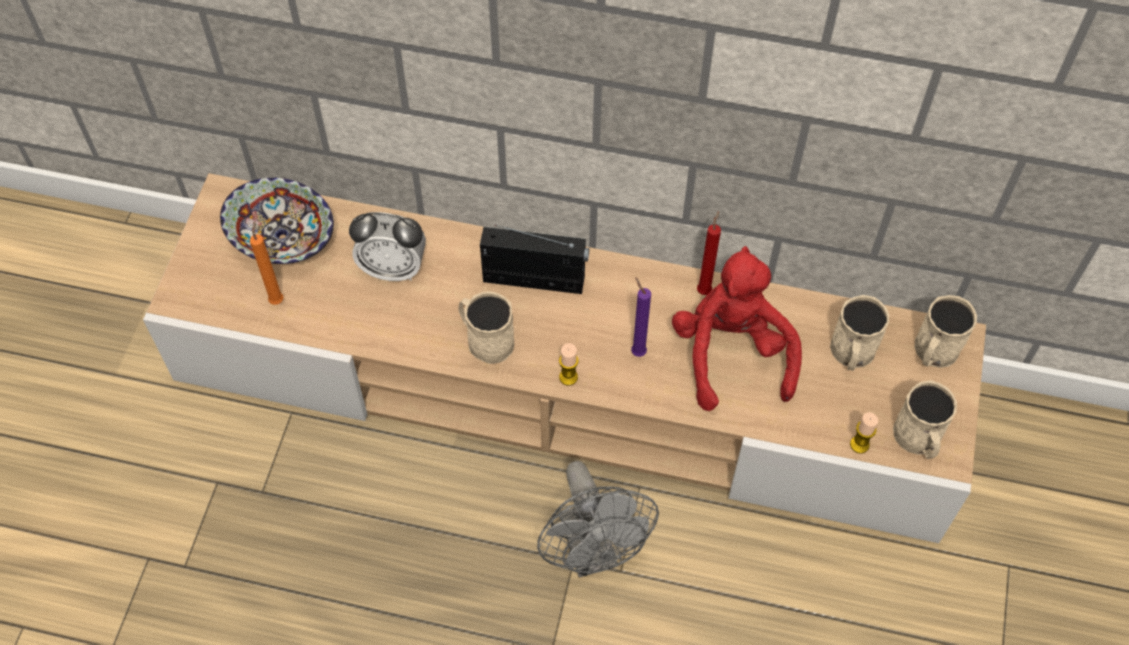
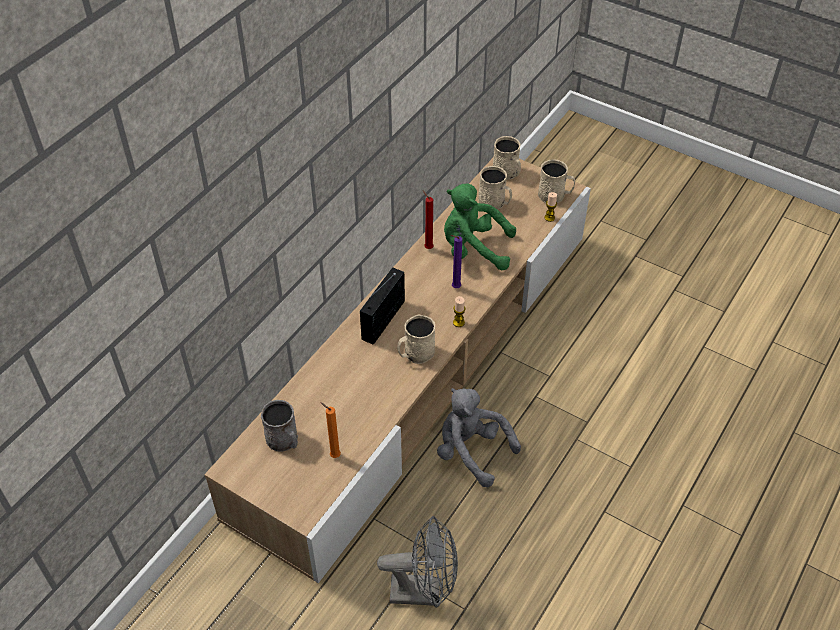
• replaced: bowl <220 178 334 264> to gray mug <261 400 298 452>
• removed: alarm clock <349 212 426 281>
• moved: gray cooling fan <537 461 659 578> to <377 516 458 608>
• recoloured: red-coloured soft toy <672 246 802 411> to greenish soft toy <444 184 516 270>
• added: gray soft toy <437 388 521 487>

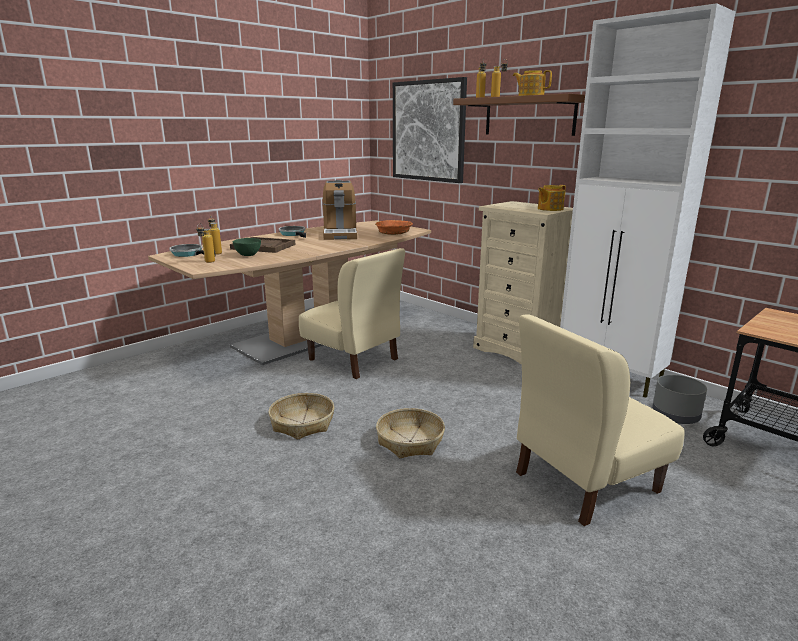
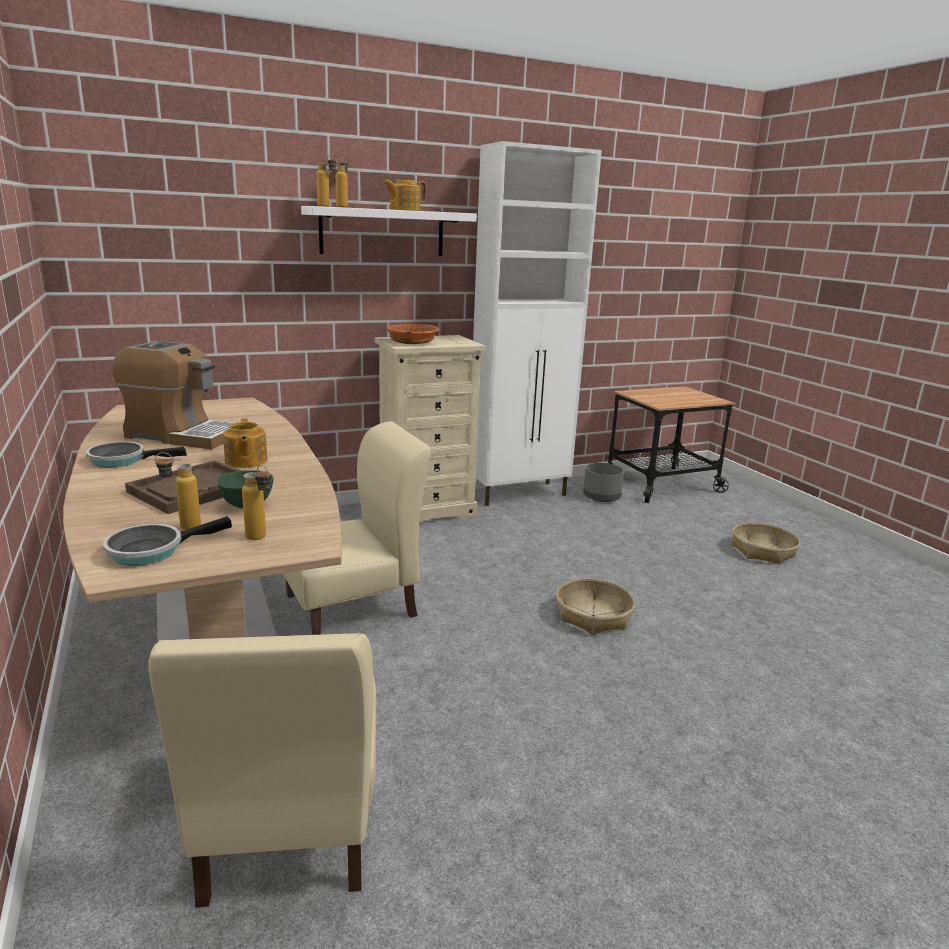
• moved: household basket <269 393 334 440> to <732 523 800 565>
• moved: orangey bowl <375 220 413 235> to <386 324 439 344>
• removed: picture <393 77 467 183>
• recoloured: brown-coloured wall shelf <453 94 585 136> to white-coloured wall shelf <301 206 477 256>
• moved: beige plain chair <516 314 685 526> to <148 633 376 908>
• moved: pot for tea <538 185 566 211> to <223 419 268 468>

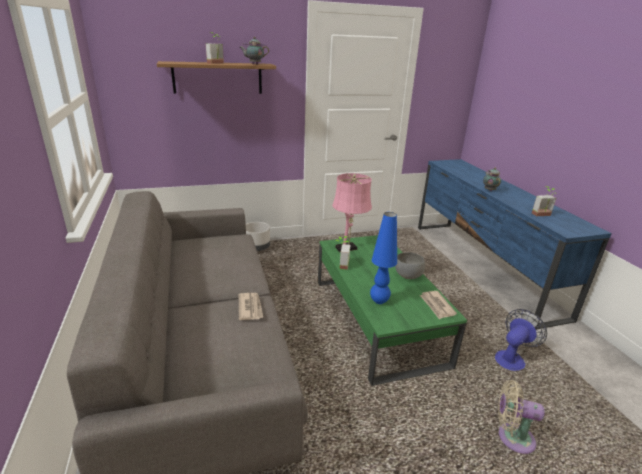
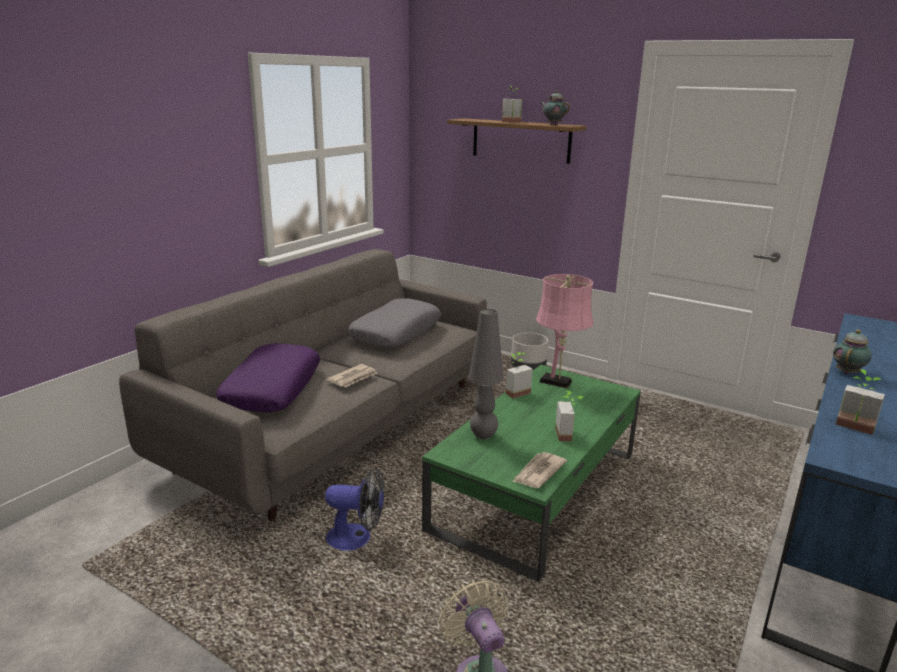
• recoloured: blue-coloured tabletop lamp <370 212 397 304> to gray tabletop lamp <469 309 504 439>
• replaced: gray bowl <395 252 425 279> to potted plant <555 391 585 441>
• moved: cooling fan <495 309 547 371> to <325 468 384 551>
• added: purplish throw pillow <216 343 320 413>
• added: gray throw pillow <348 298 441 348>

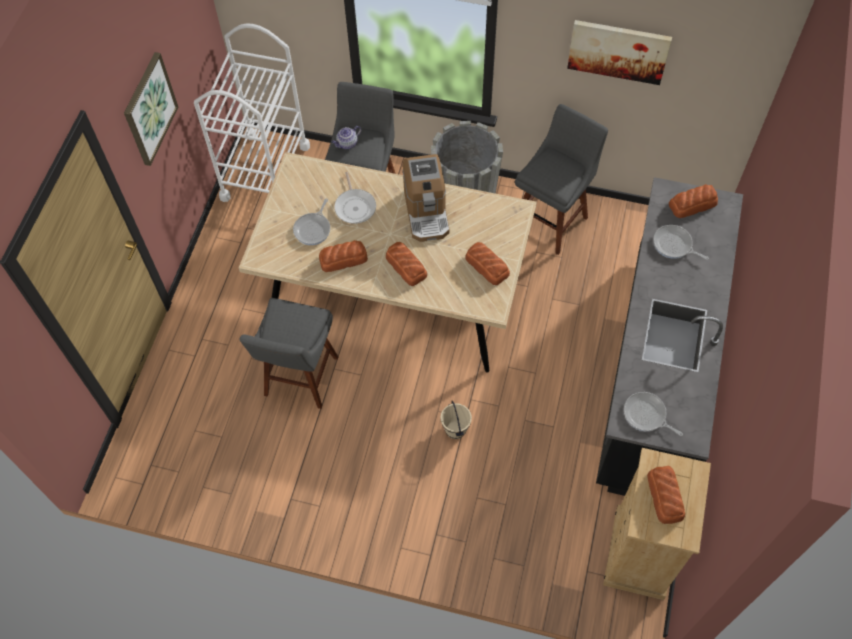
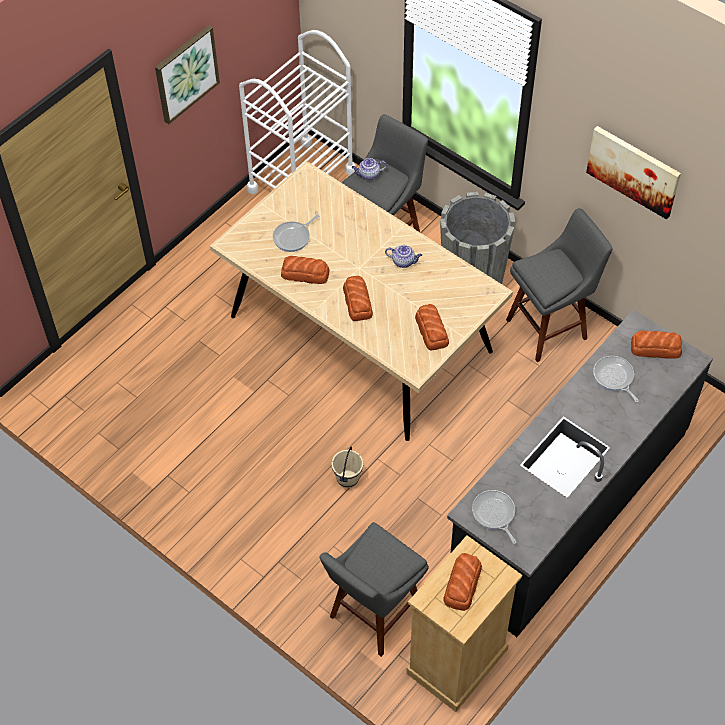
• moved: gray stool <240 298 338 409> to <320 522 429 657>
• removed: frying pan <334 172 376 224>
• replaced: coffee machine <403 154 450 242> to pot for tea <385 245 422 268>

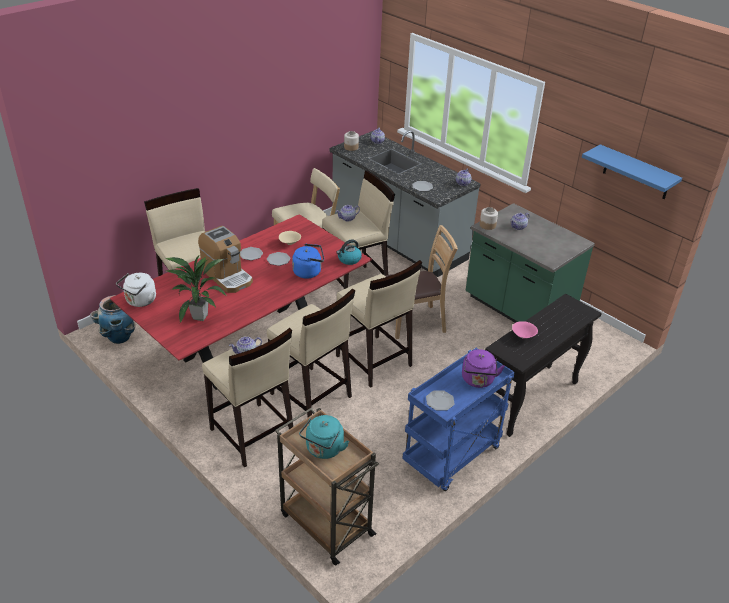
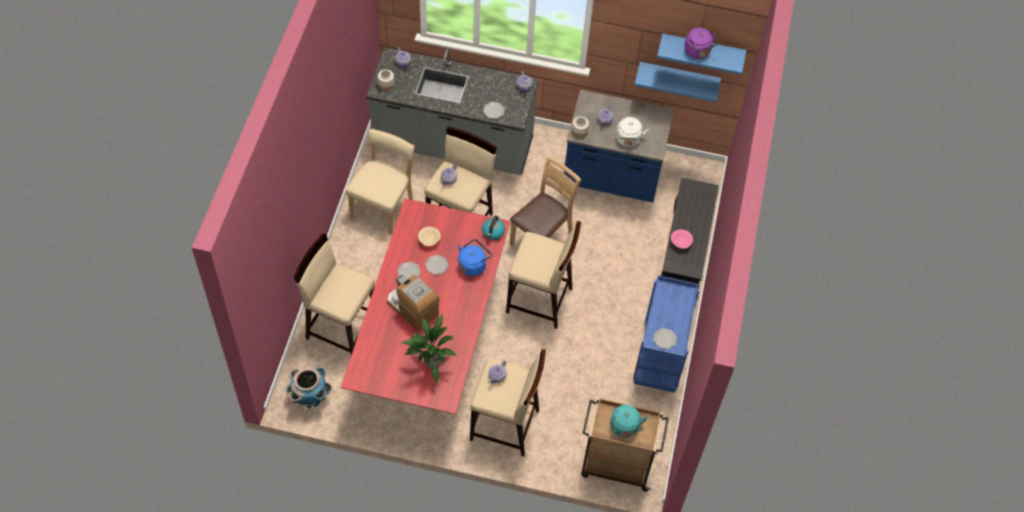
• moved: white-coloured water kettle <116 273 156 307> to <616 117 649 147>
• turned: coffee machine <198 226 253 293> = <387 275 440 331> 150 degrees counterclockwise
• removed: beige stool <267 288 355 417>
• moved: purplish water kettle <462 349 505 388> to <684 28 718 59>
• recoloured: greenish kitchen counter <466 203 595 323> to blue-coloured kitchen counter <564 90 674 203>
• added: blue-coloured wall shelf <634 62 721 102>

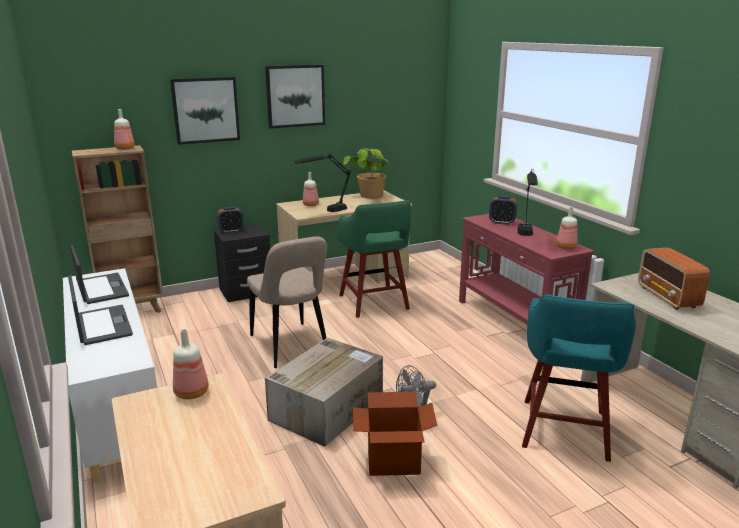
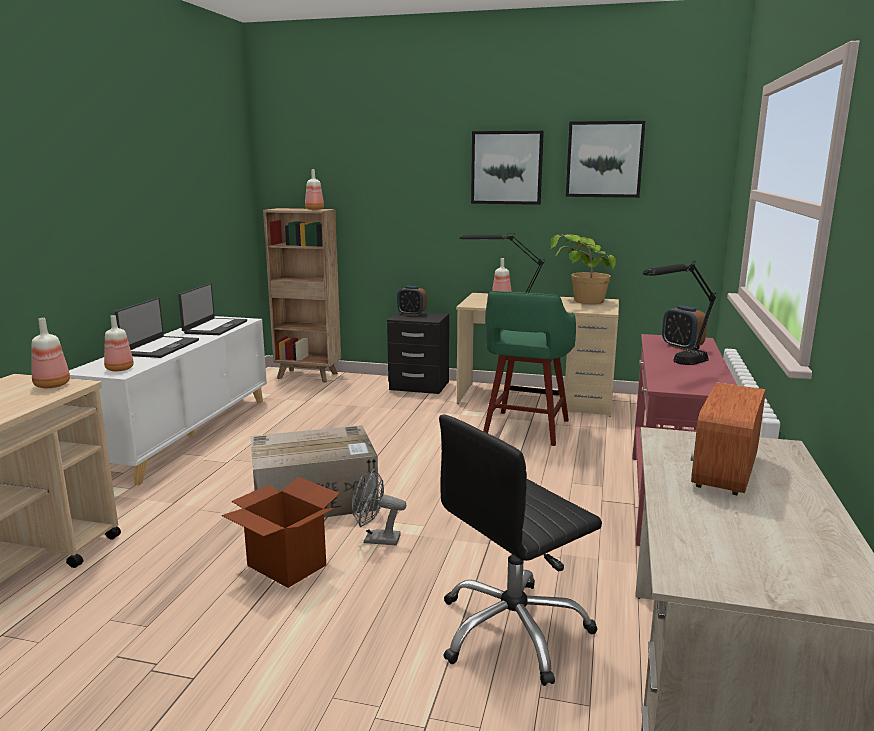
• moved: picture <170 77 240 145> to <566 121 645 198>
• removed: beige plain chair <247 236 327 368>
• replaced: turquoise-coloured stool <522 294 636 462> to blackish computer chair <439 414 602 686>
• moved: beverage bottle <556 207 578 249> to <104 315 134 371>

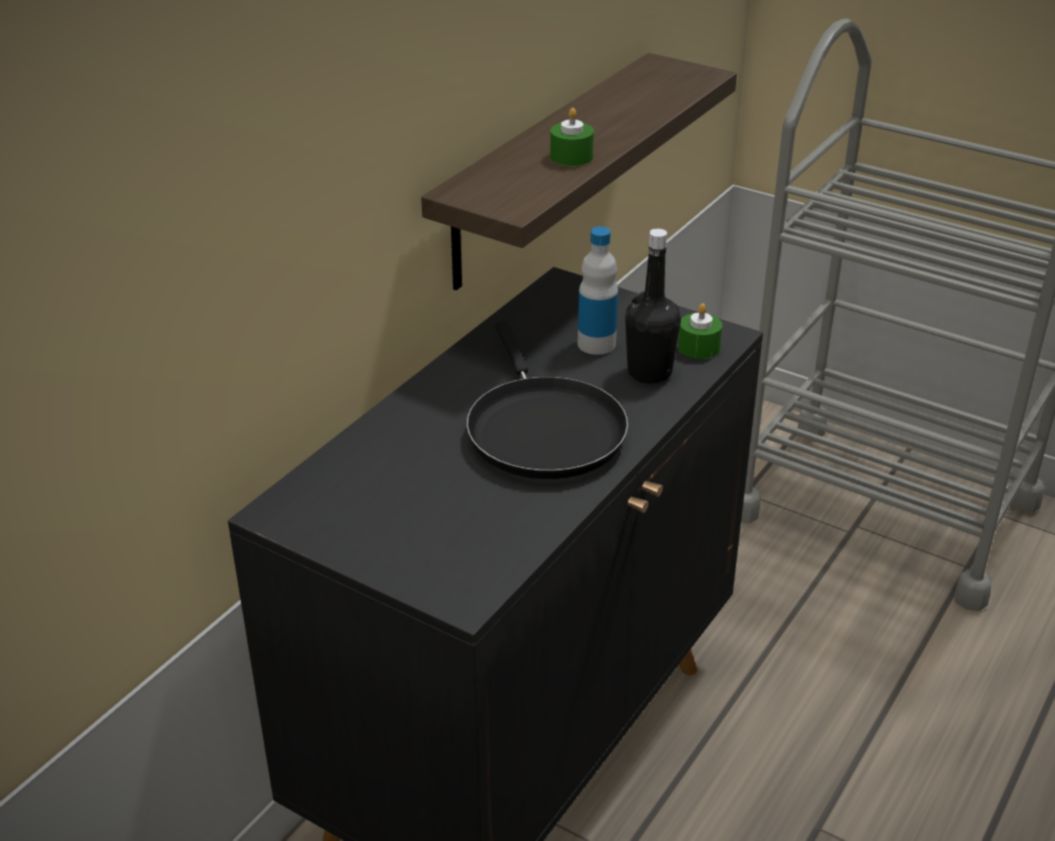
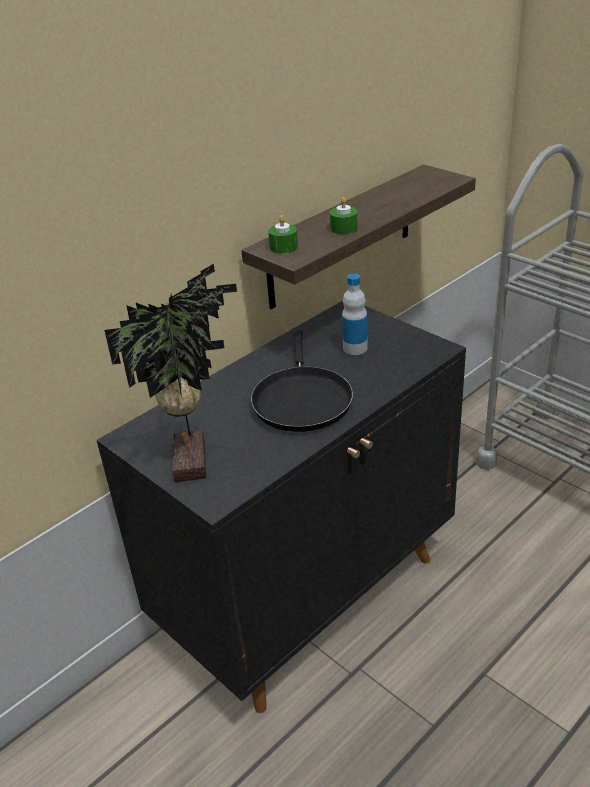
• removed: blackish beverage bottle <625 229 681 383>
• moved: greenish wax candle <678 303 722 359> to <268 215 298 254>
• added: potted plant <104 264 237 482>

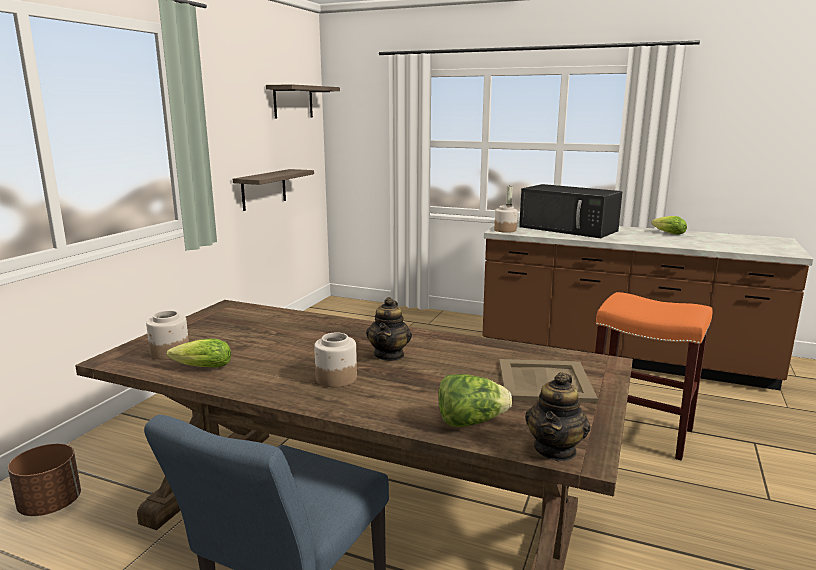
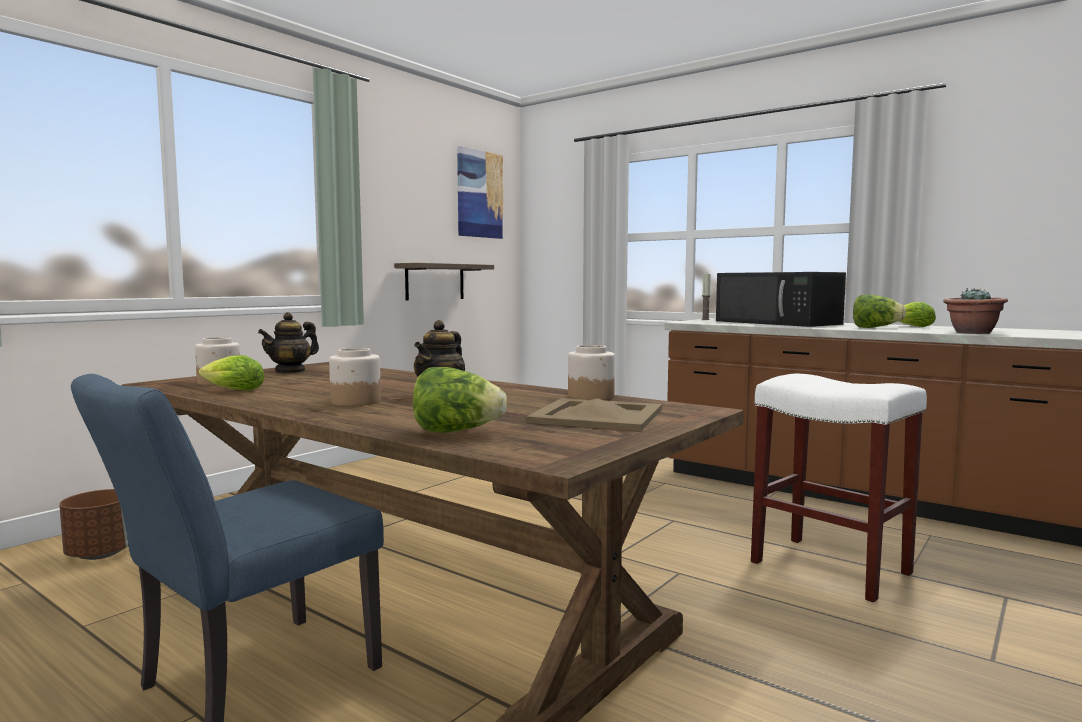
• replaced: wall shelf <266 84 340 119> to picture <457 146 503 239>
• moved: storage jar <494 205 518 233> to <568 345 615 400>
• moved: pot for tea <525 372 590 461> to <258 312 319 373>
• recoloured: orangey stool <595 292 712 461> to white-coloured stool <751 374 927 602>
• added: head of lettuce <853 294 906 328>
• added: potted plant <943 288 1008 334>

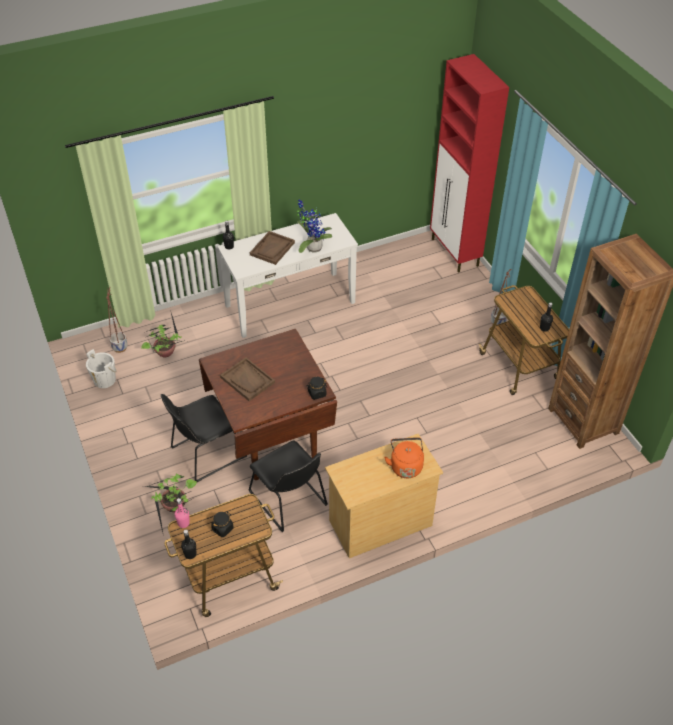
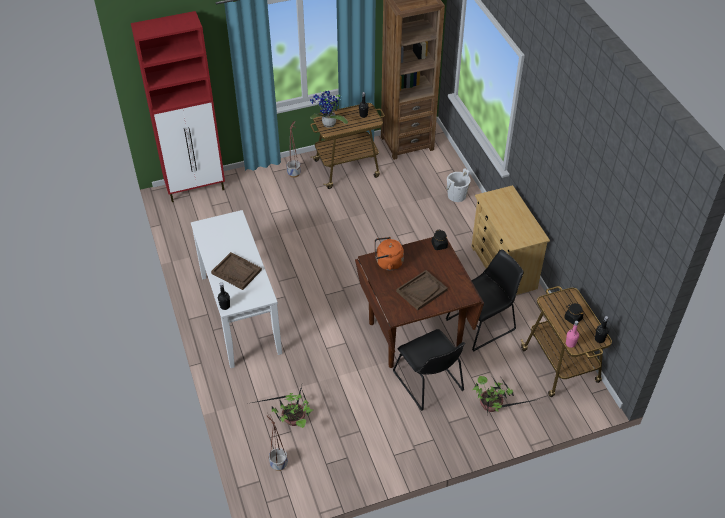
• moved: white-coloured bucket <86 349 117 388> to <446 168 471 202>
• moved: potted plant <297 199 332 253> to <310 91 348 128>
• moved: orangey water kettle <384 437 424 478> to <375 237 404 270>

